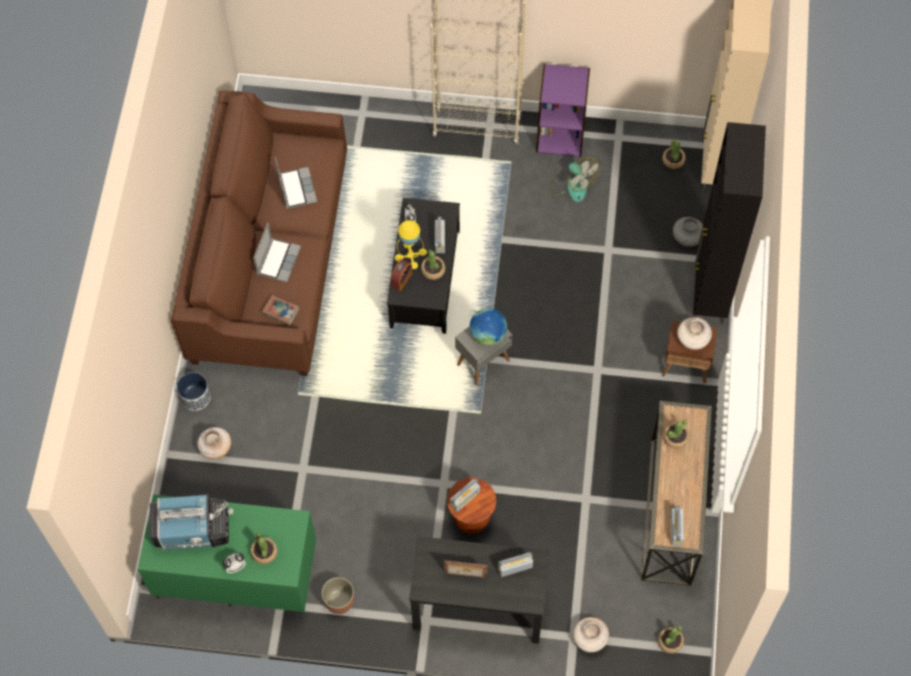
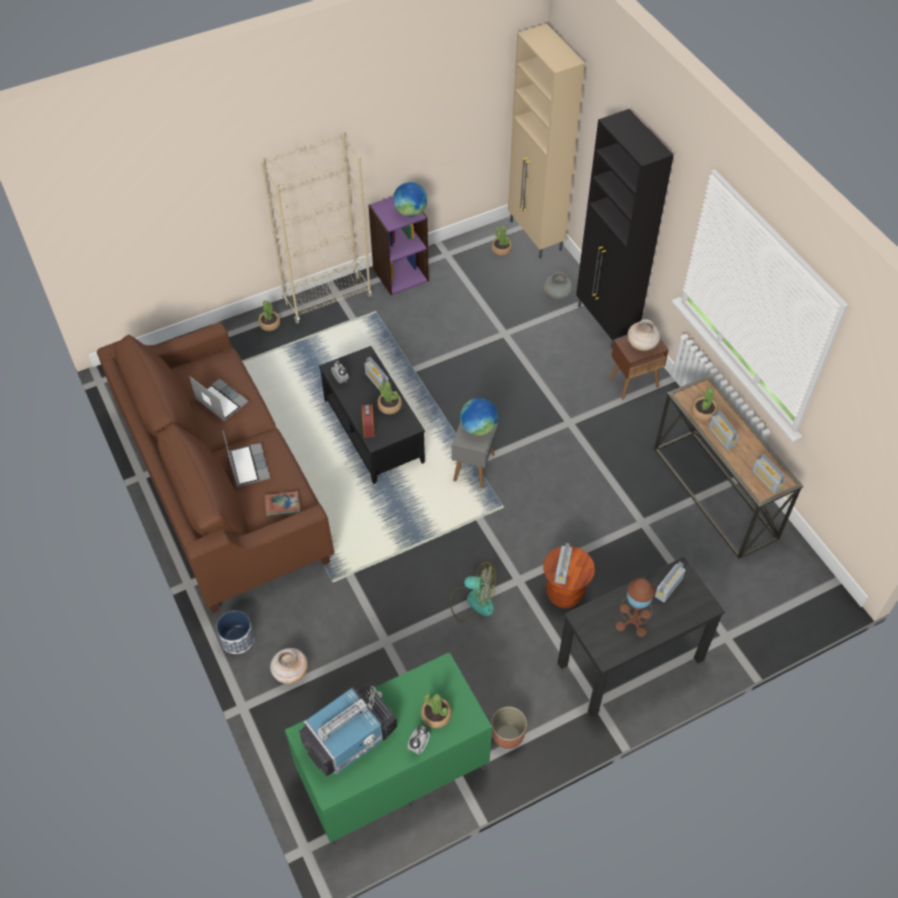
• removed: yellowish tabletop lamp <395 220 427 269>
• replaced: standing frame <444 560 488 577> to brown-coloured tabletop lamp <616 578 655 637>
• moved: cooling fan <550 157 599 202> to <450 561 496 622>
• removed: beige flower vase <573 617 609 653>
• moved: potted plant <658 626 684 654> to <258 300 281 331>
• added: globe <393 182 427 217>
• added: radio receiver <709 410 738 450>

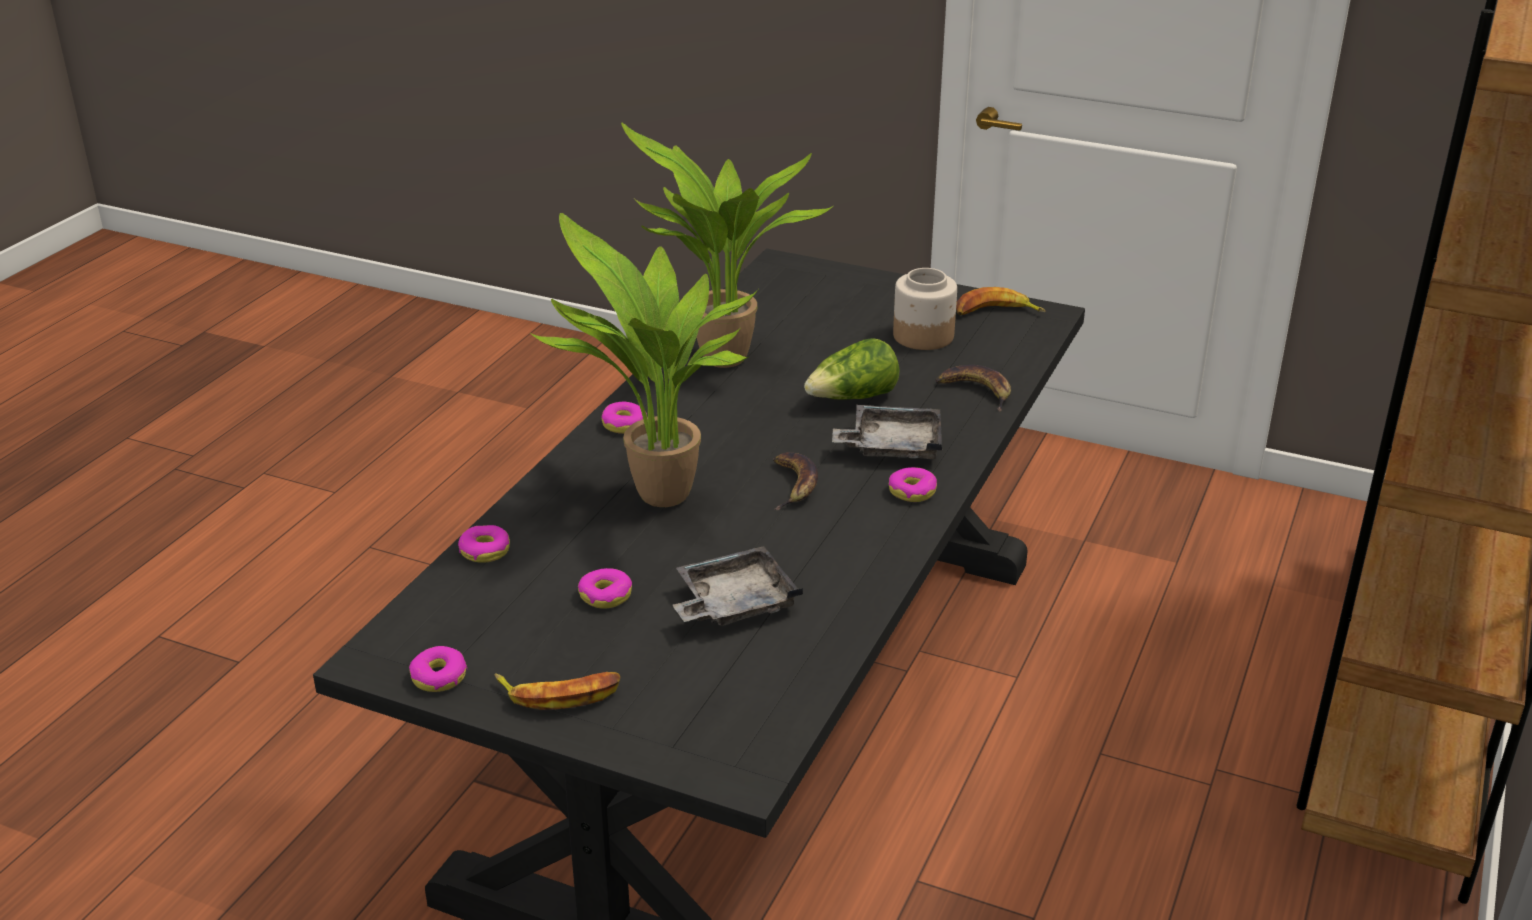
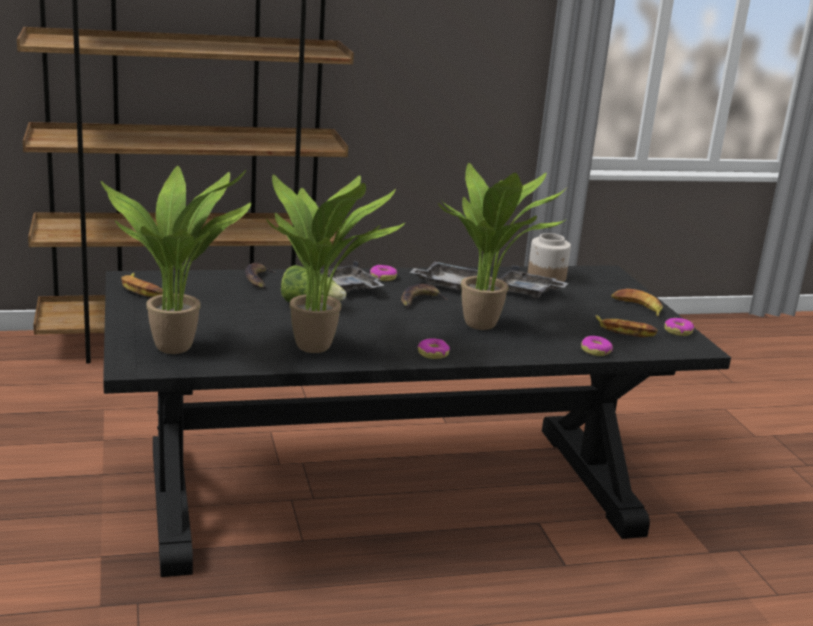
• removed: donut <578 568 632 609>
• moved: storage jar <893 268 957 350> to <528 233 571 282>
• added: potted plant <101 166 251 354>
• added: gray tray <410 261 478 291>
• added: whole banana <595 315 658 337>

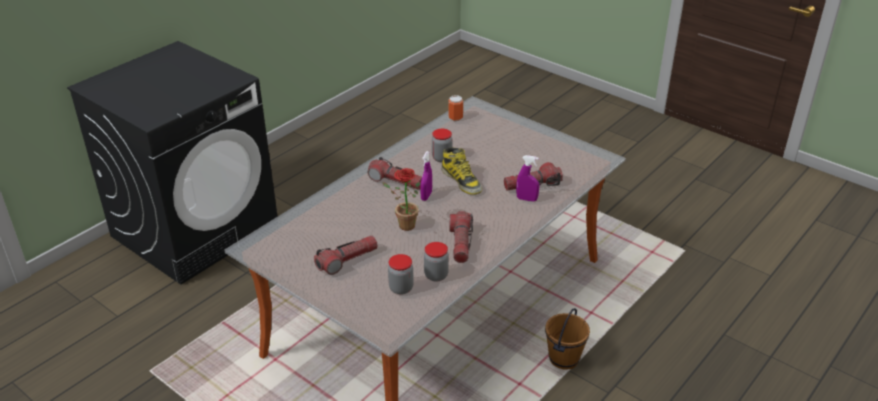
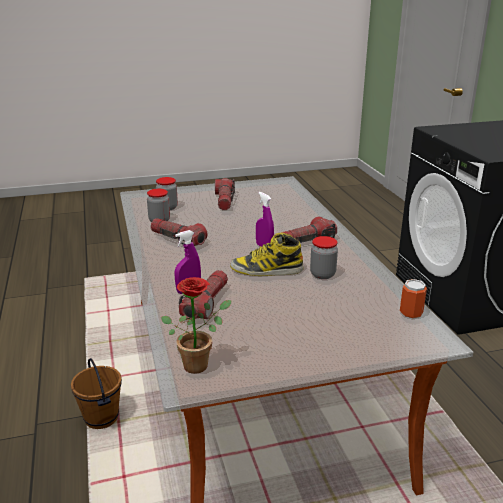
• moved: potted plant <382 168 420 231> to <161 277 232 374>

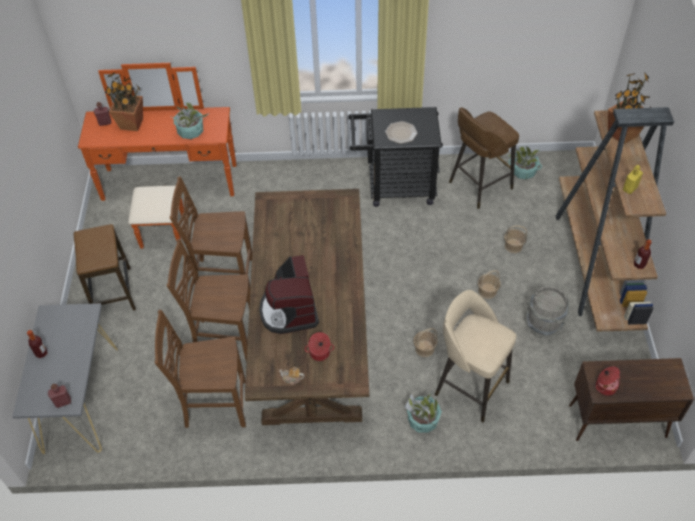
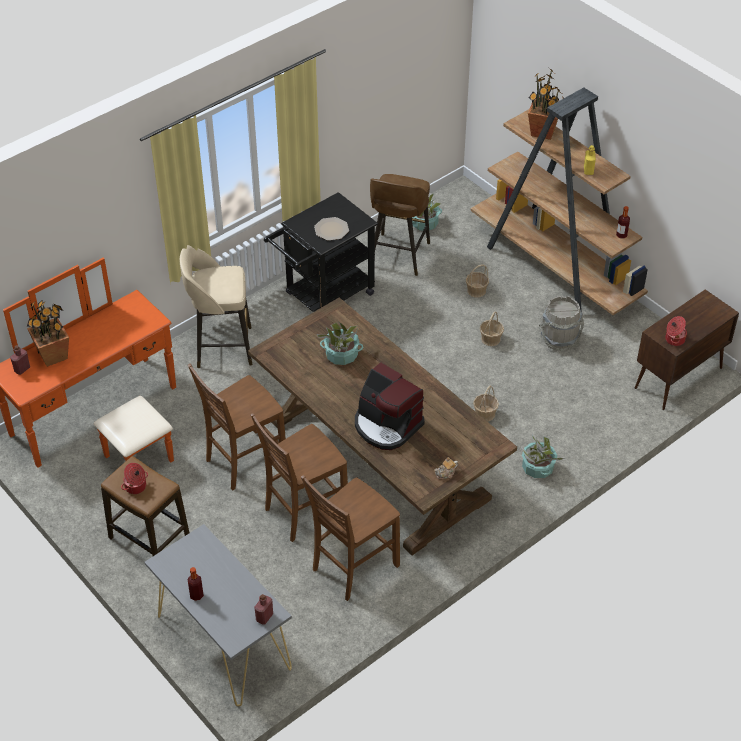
• moved: potted plant <172 102 210 139> to <317 322 363 365>
• moved: stockpot <305 332 334 361> to <121 463 148 494>
• moved: beige stool <435 290 516 422> to <180 245 253 368>

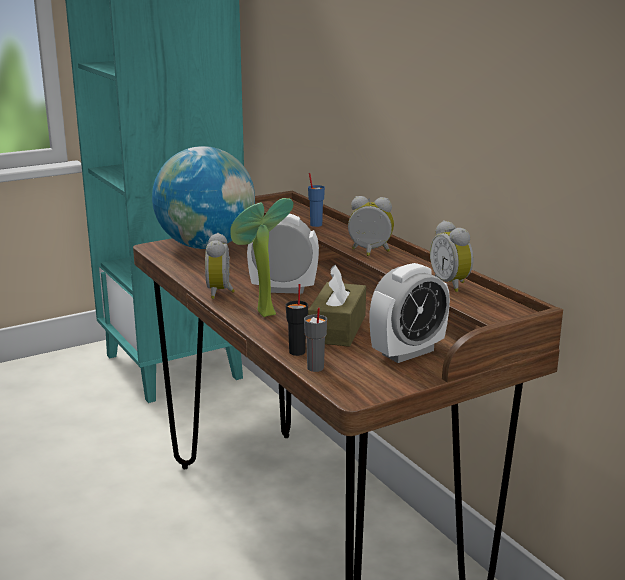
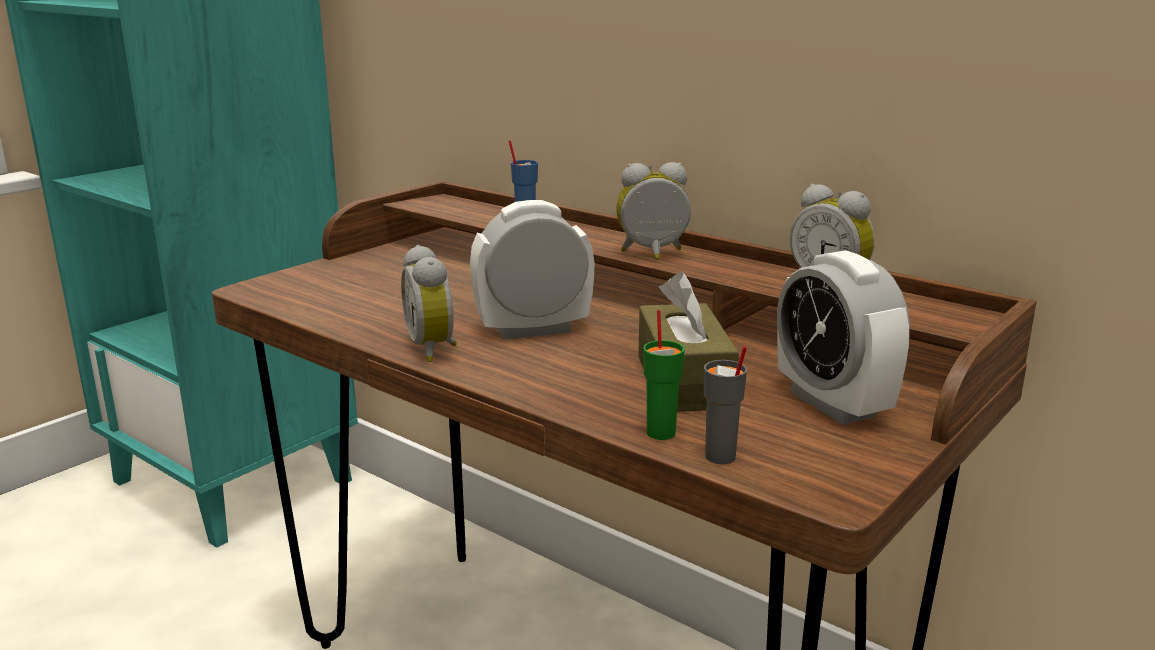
• removed: globe <152 146 255 249>
• removed: potted plant <230 198 293 317>
• recoloured: blackish small cup <286 284 308 356> to greenish small cup <643 310 685 440>
• turned: alarm clock <370 263 450 363> = <777 250 910 425> 120 degrees clockwise

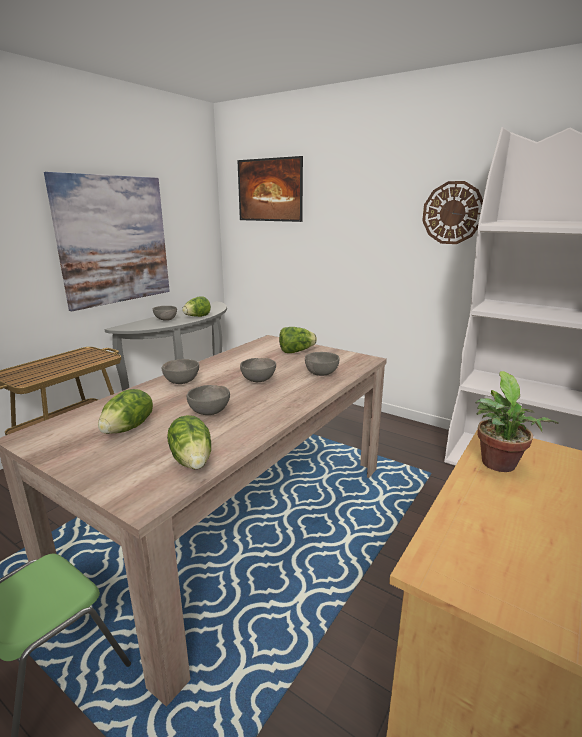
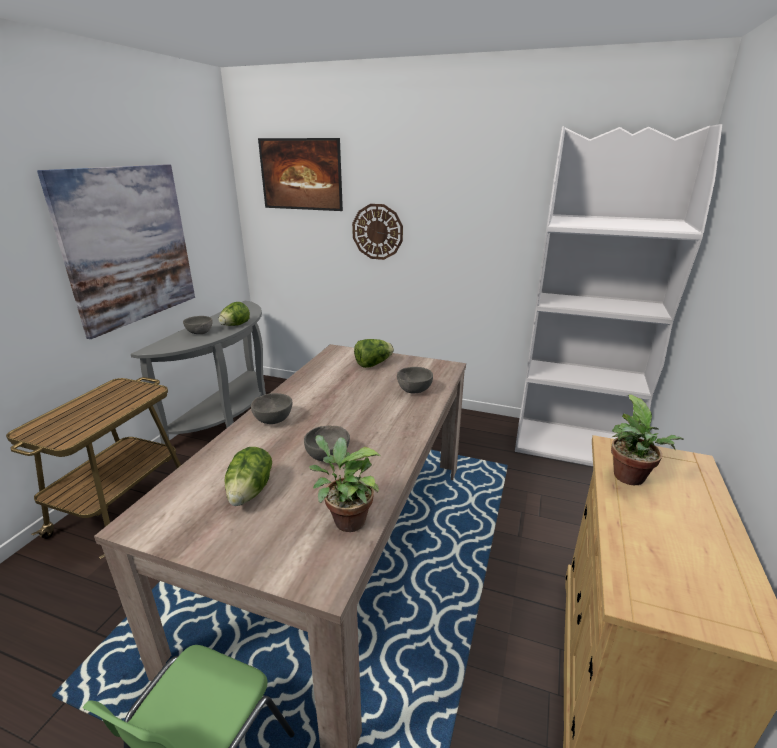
• replaced: head of lettuce <167 415 211 469> to potted plant <309 435 381 532>
• removed: gray bowl <240 358 276 382>
• moved: clock on the wall <422 181 483 244> to <352 204 403 260>

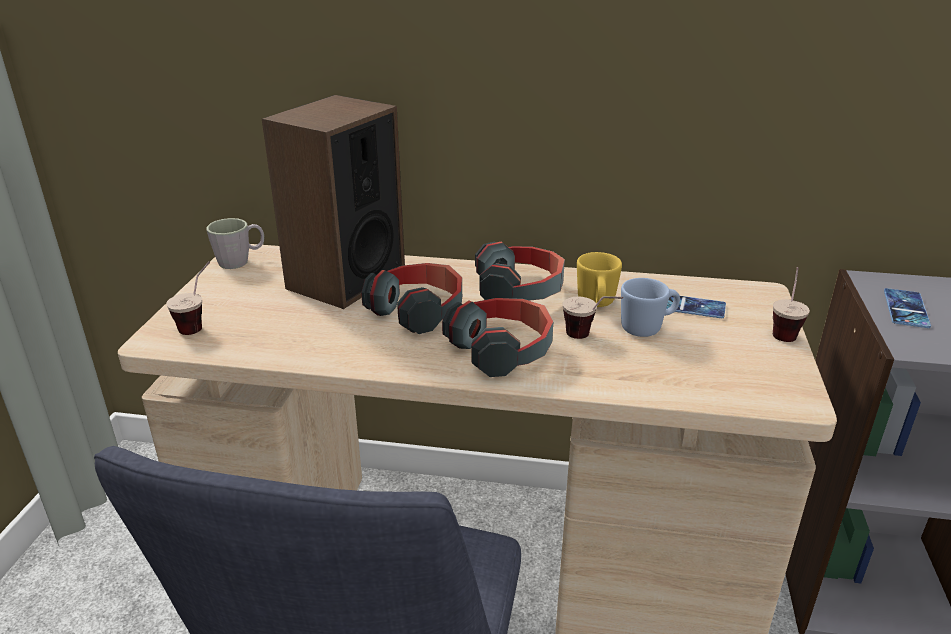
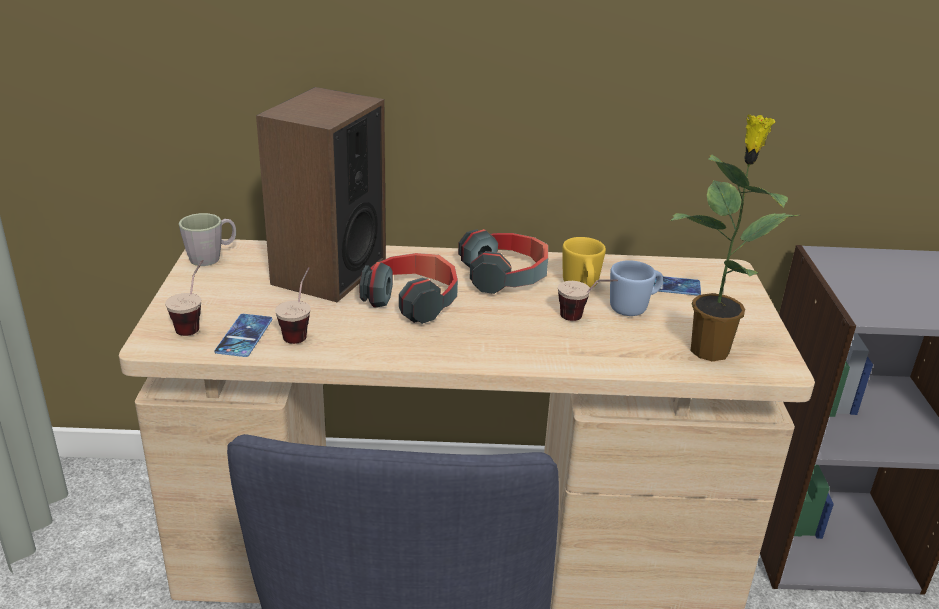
• removed: headset <442 298 553 377>
• moved: small cup <773 267 810 342> to <275 267 311 344>
• moved: phone <884 288 931 328> to <214 314 272 357>
• added: potted plant <670 114 799 361>

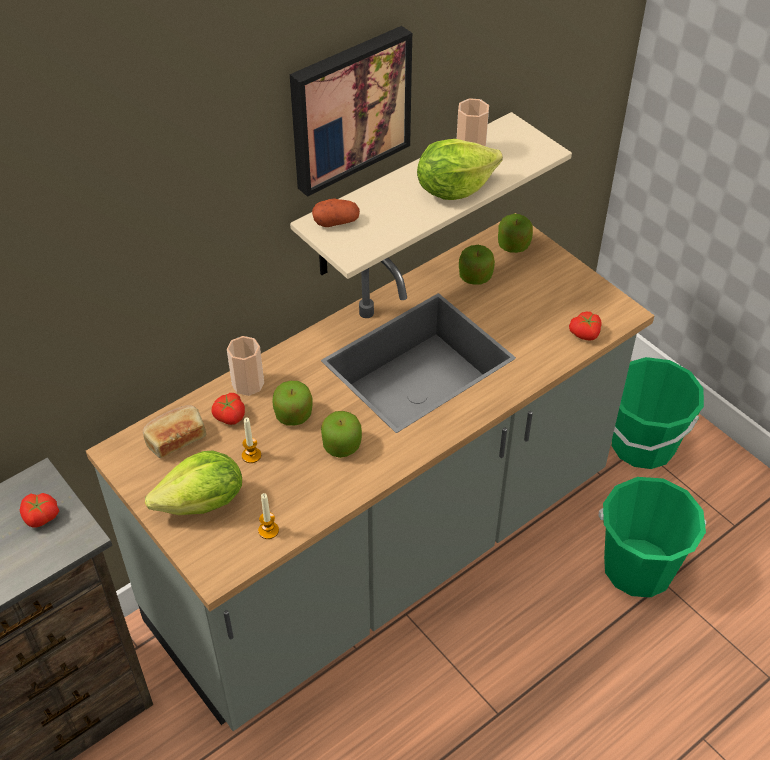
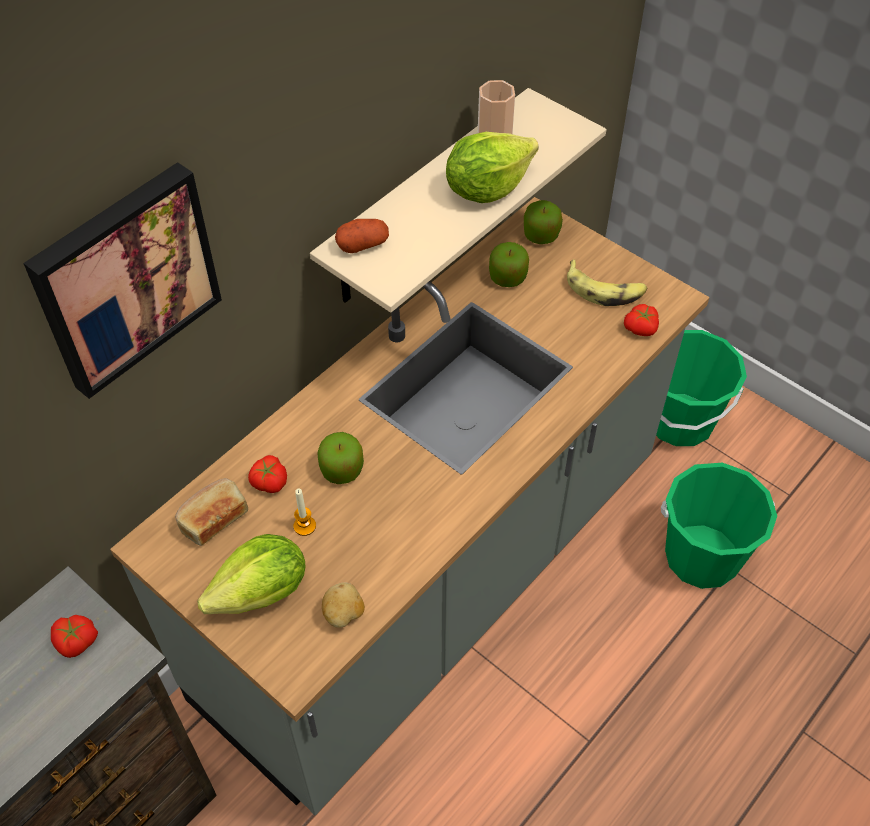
• removed: small cup <227 336 264 396>
• replaced: wax candle <258 493 279 539> to spud <322 582 365 628>
• moved: picture <290 26 412 197> to <23 162 222 399>
• removed: whole apple <321 411 362 458>
• added: whole banana <567 260 647 306>

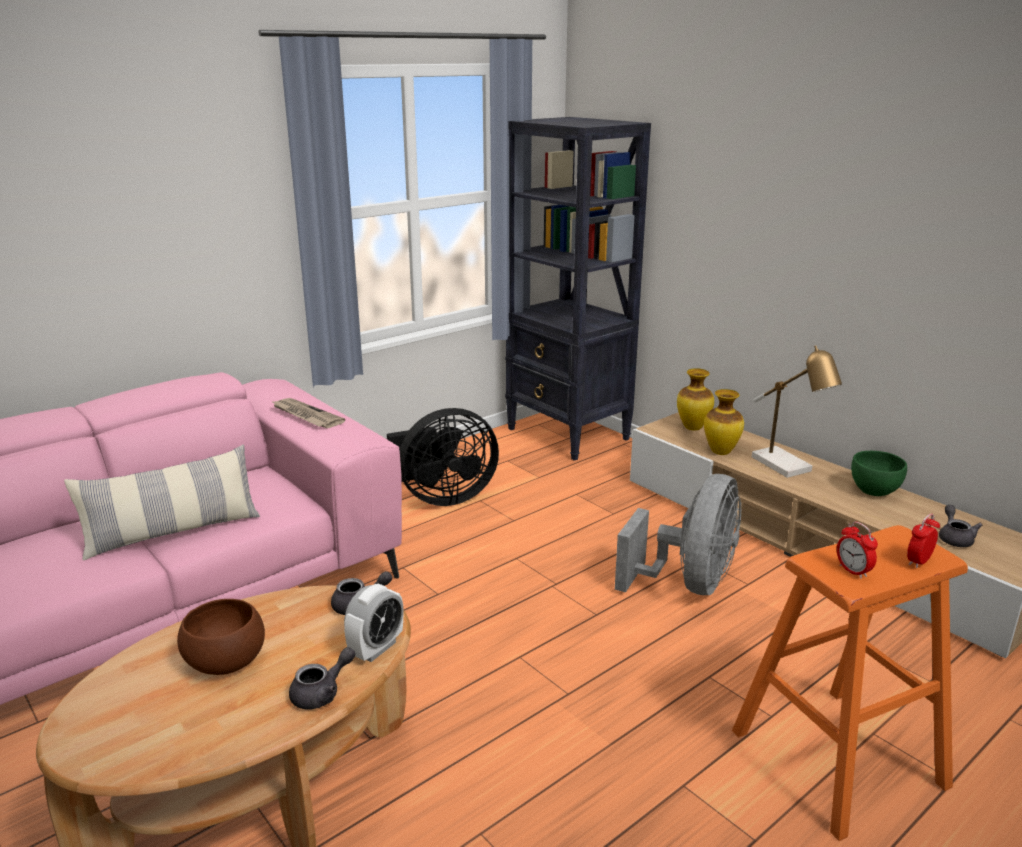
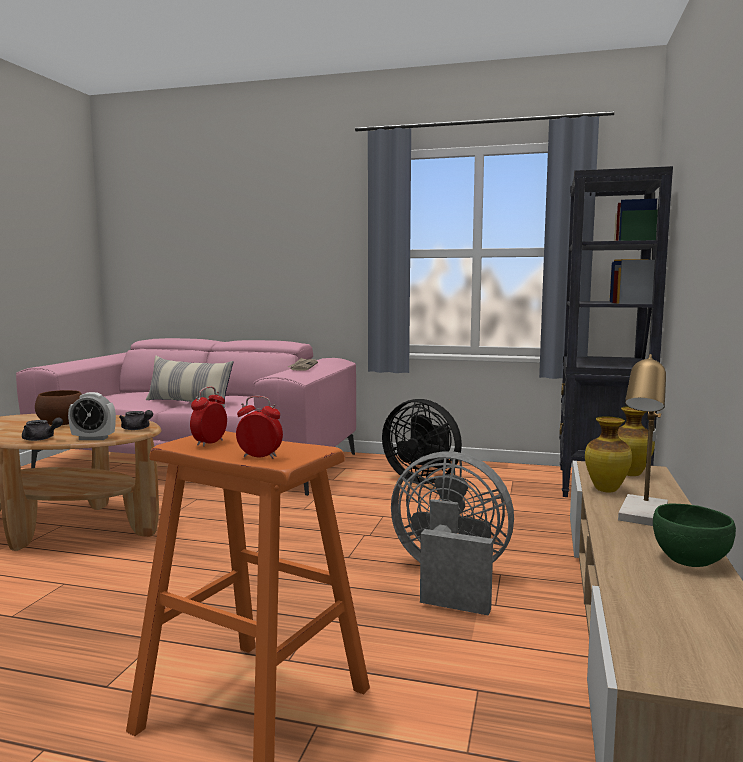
• turned: gray cooling fan <615 474 741 595> = <391 451 514 616> 150 degrees counterclockwise
• removed: gray pot for tea <939 505 982 547>

